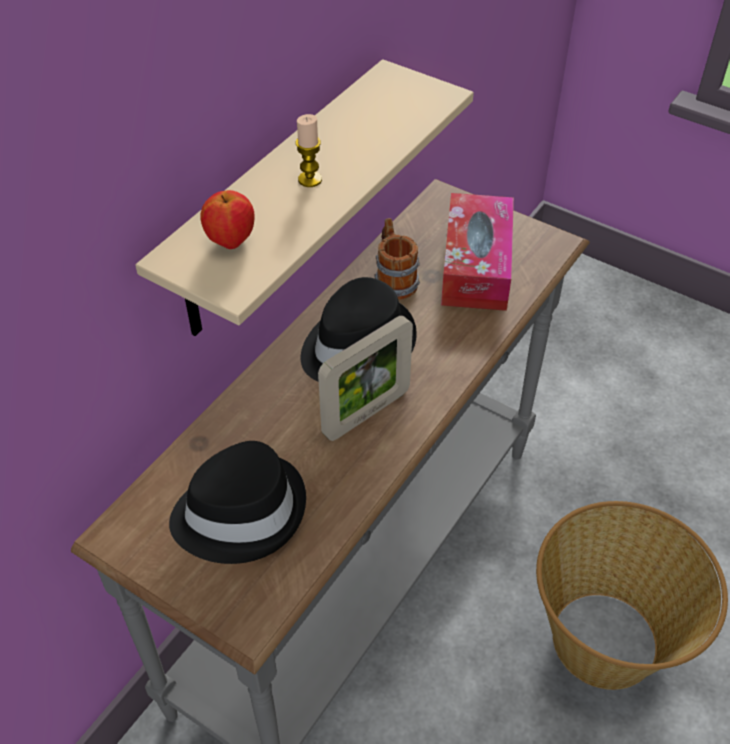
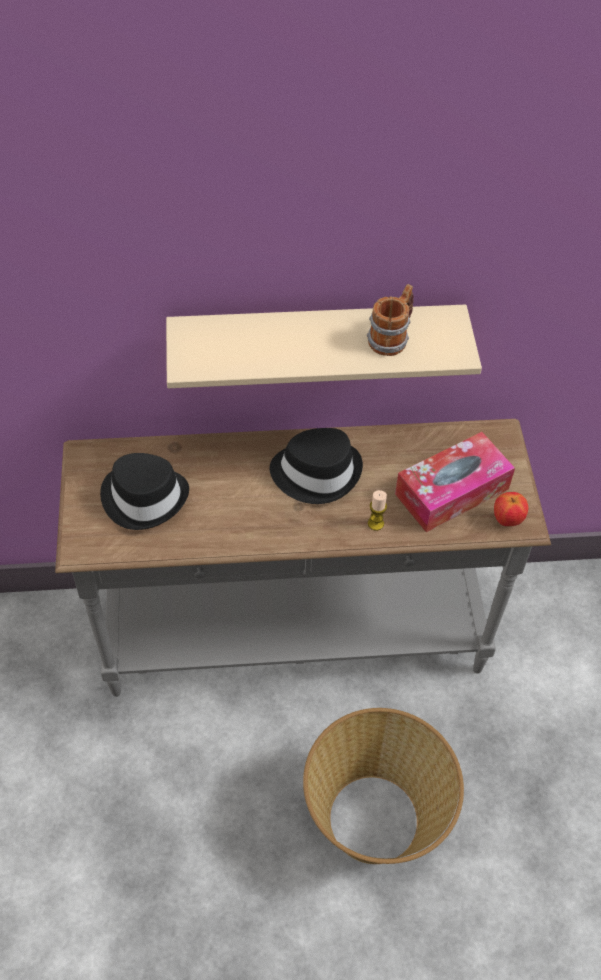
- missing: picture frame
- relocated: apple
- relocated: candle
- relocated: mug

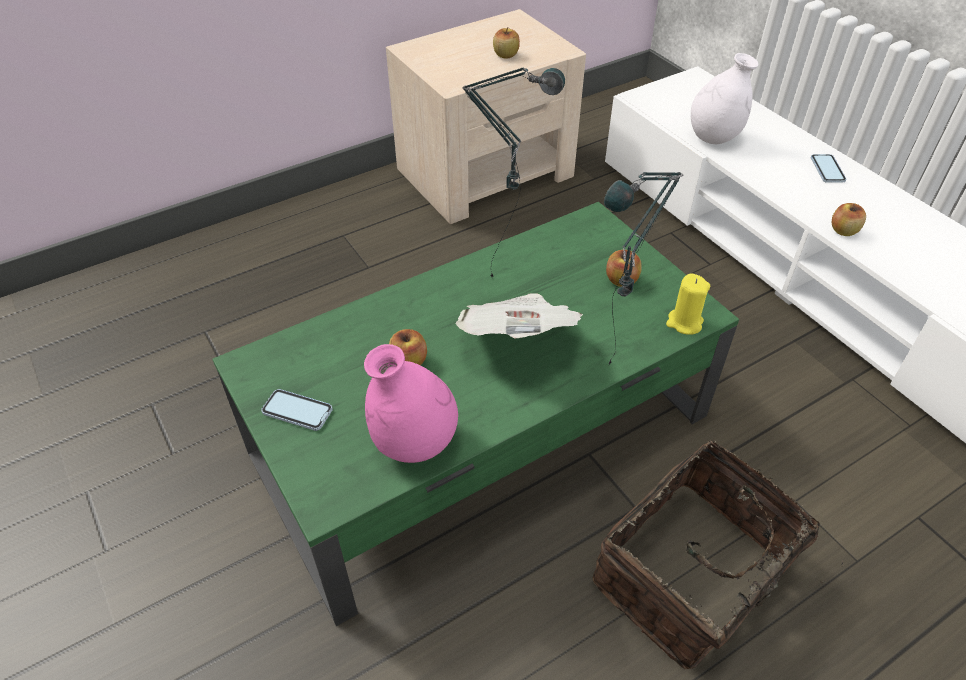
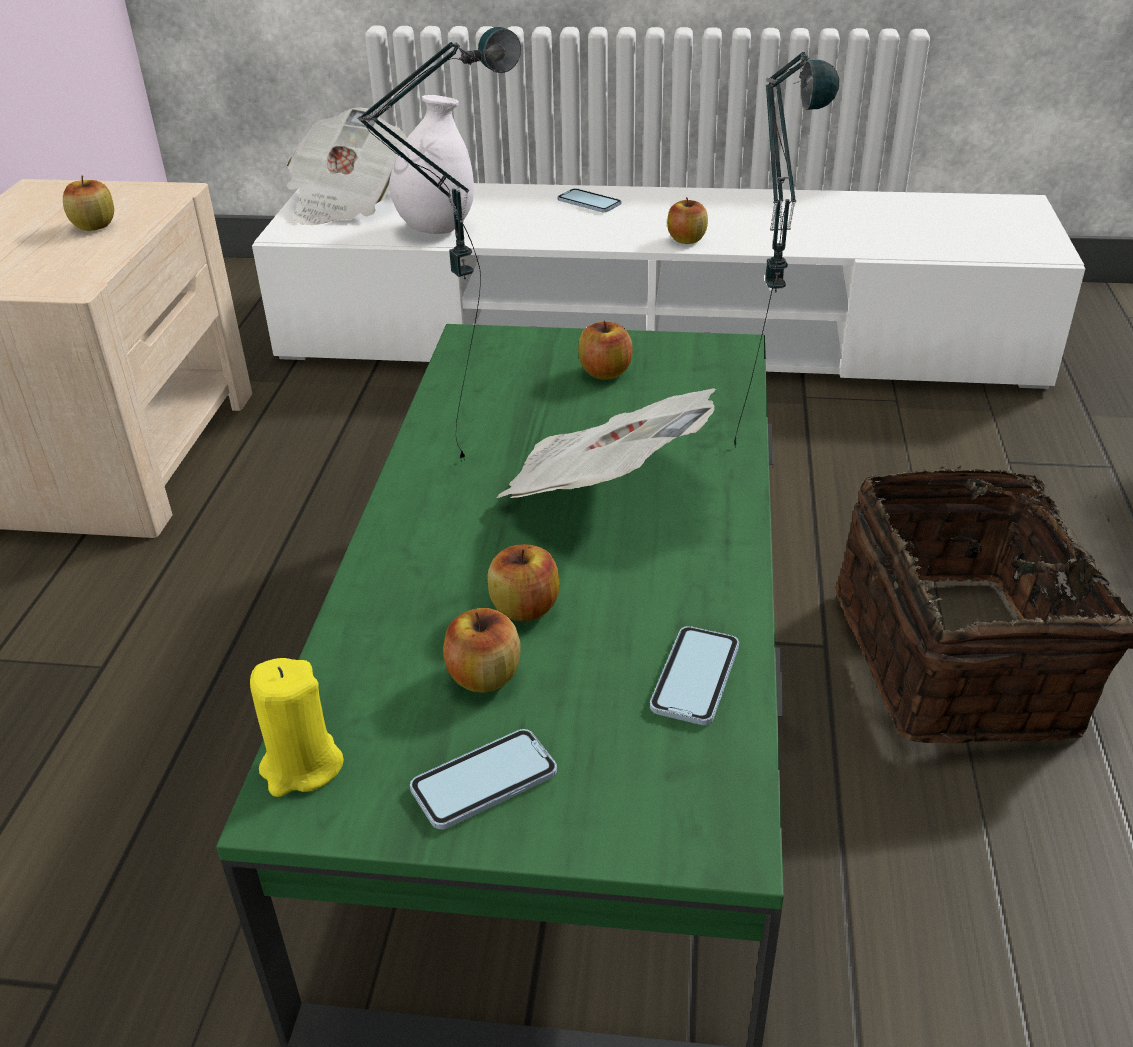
- appeared: newspaper (no. 1 from left)
- appeared: apple (no. 2 from left)
- relocated: candle/yellow
- exchanged: vase/pink to phone (no. 3 from left)

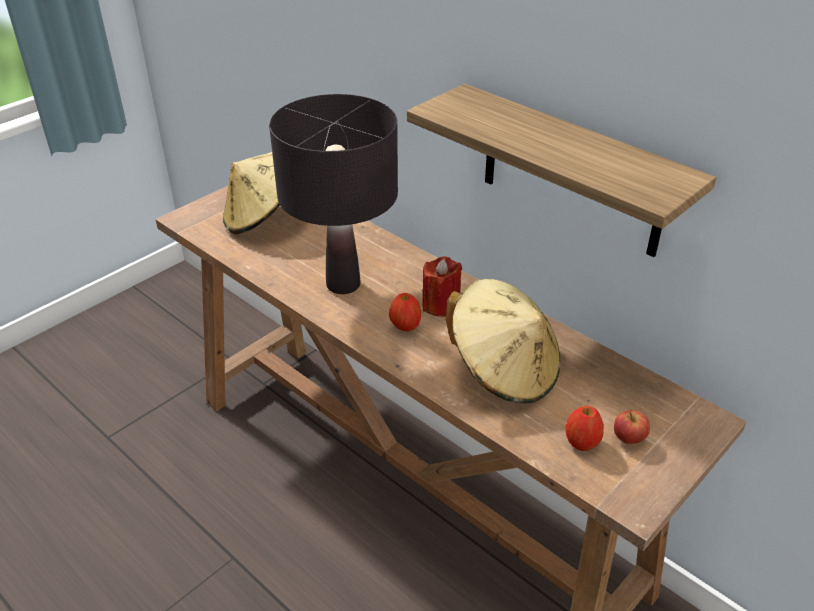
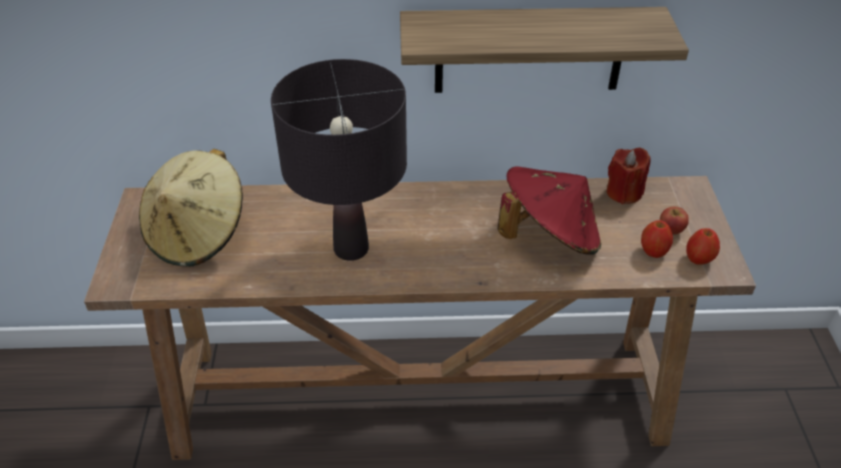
- relocated: apple (no. 1 from left in the first image) to apple (no. 3 from left)
- relocated: candle/red
- colour: hat/beige (no. 2 from left) to hat/red

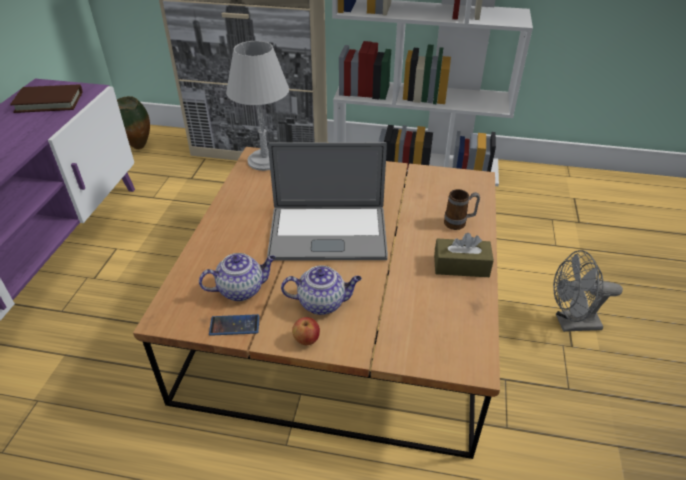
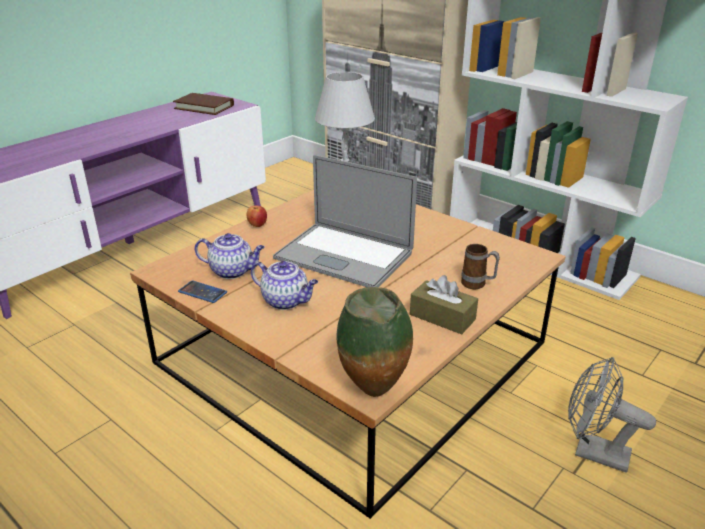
- relocated: vase
- relocated: apple

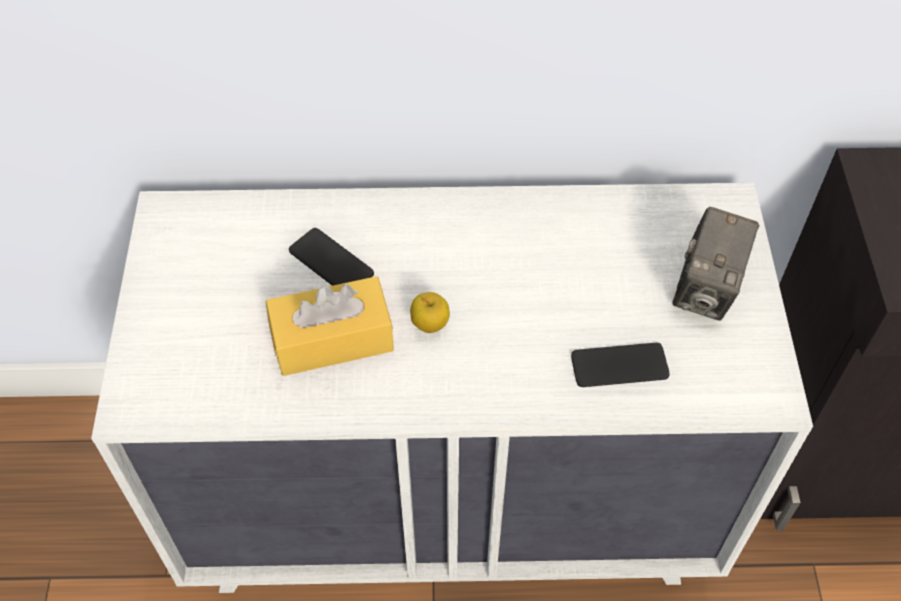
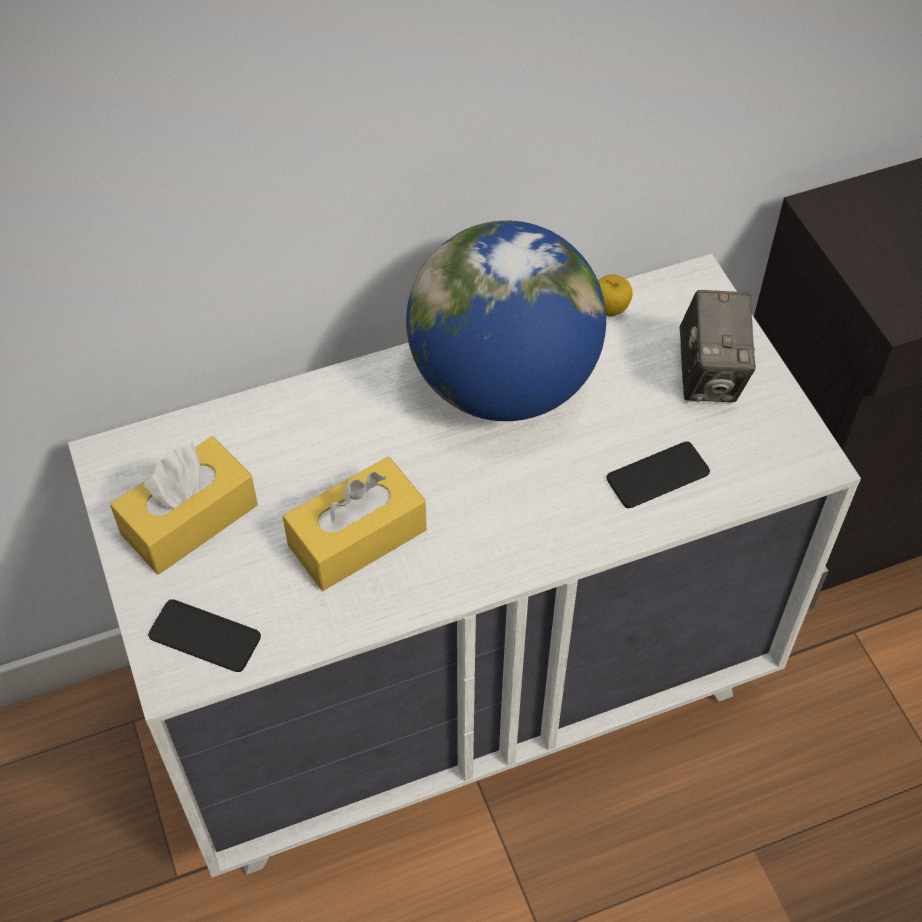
- appeared: tissue box/yellow (no. 1 from left)
- appeared: globe
- relocated: phone (no. 1 from left)
- relocated: apple

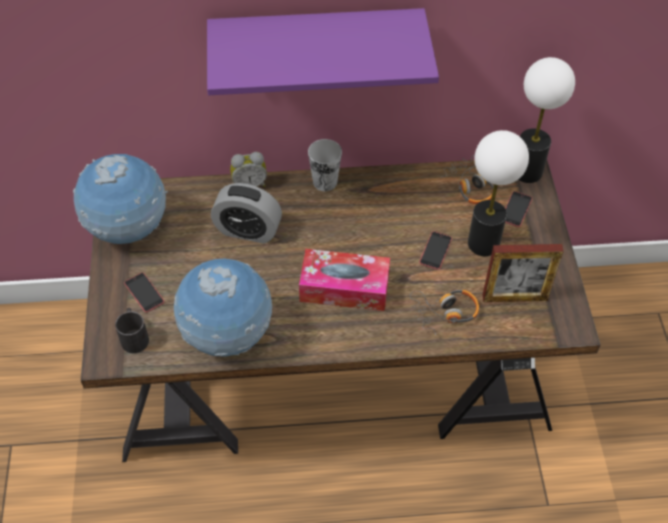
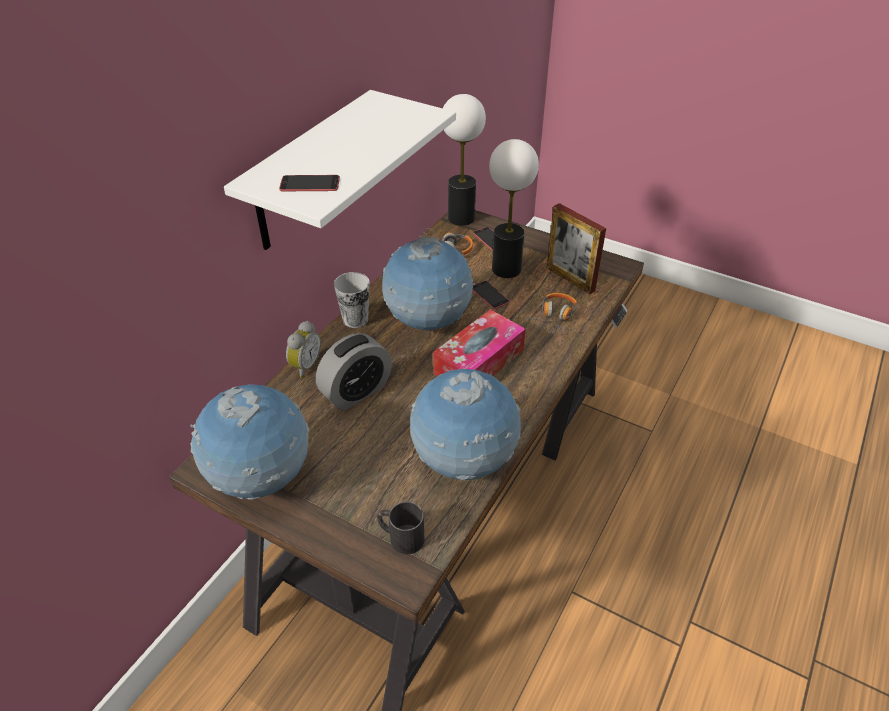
- appeared: globe (no. 2 from left)
- relocated: phone (no. 1 from left)
- colour: shelf/purple to shelf/white
- spun: picture frame 105 degrees clockwise

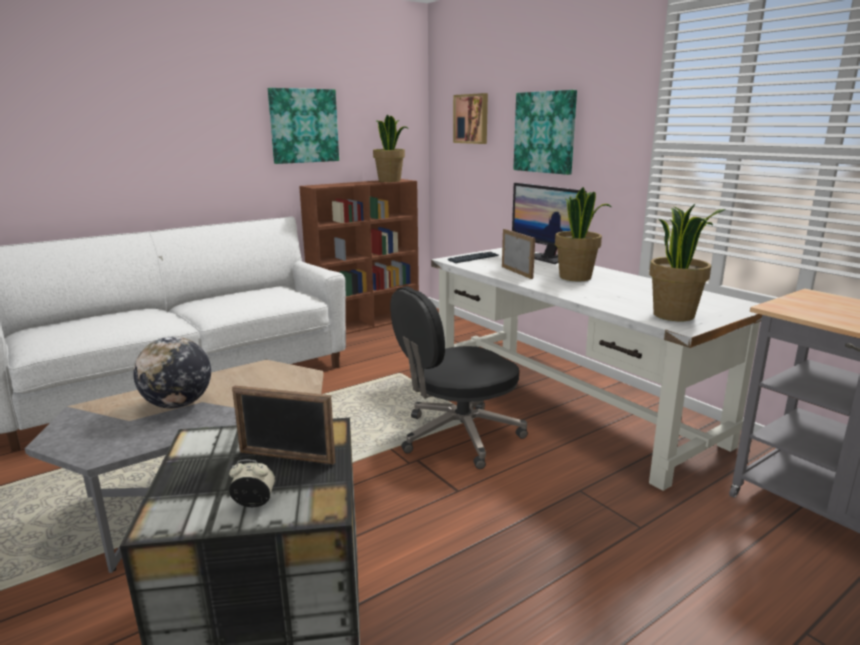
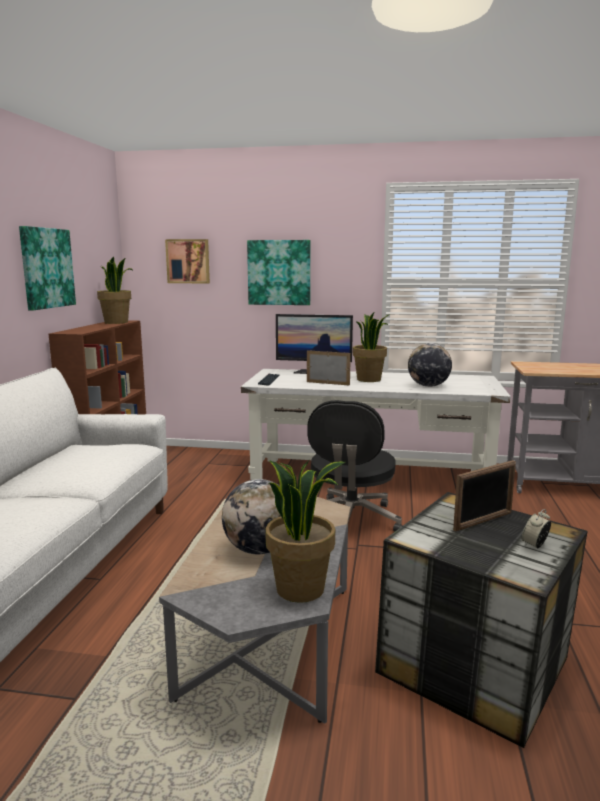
- appeared: globe (no. 2 from left)
- relocated: potted plant (no. 3 from left in the first image) to potted plant (no. 2 from left)

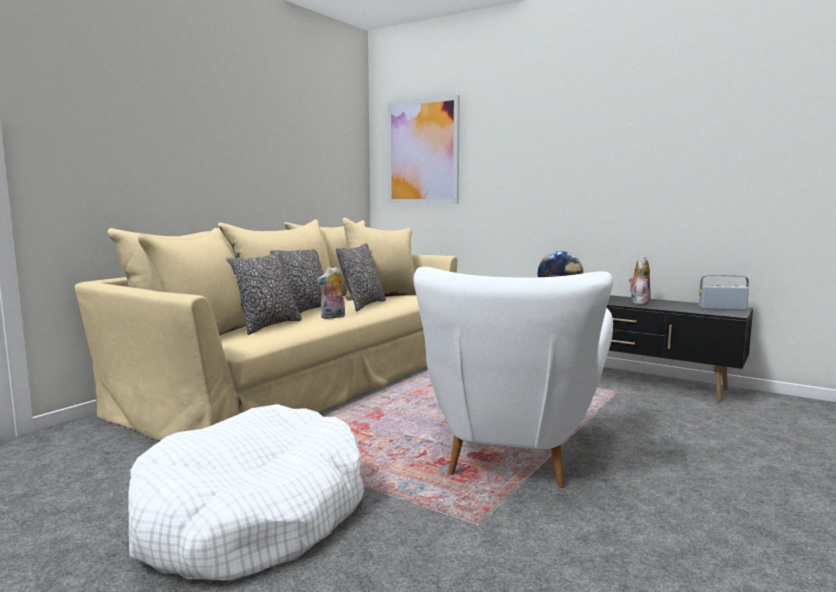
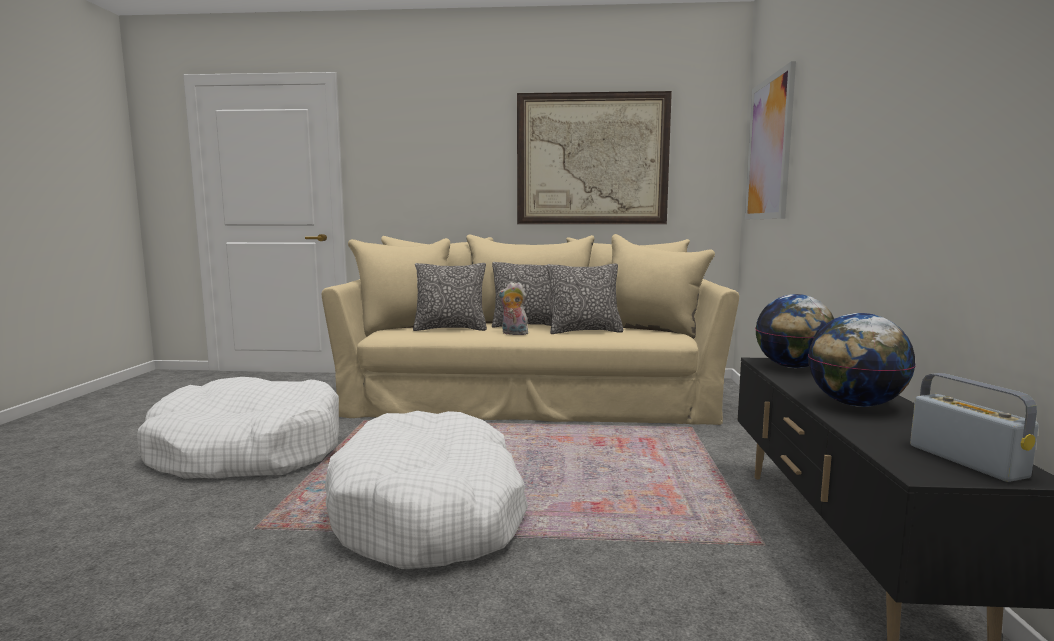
- appeared: picture (no. 1 from left)
- exchanged: armchair/white to dog bed/white (no. 2 from left)
- exchanged: plush toy (no. 2 from left) to globe (no. 2 from left)

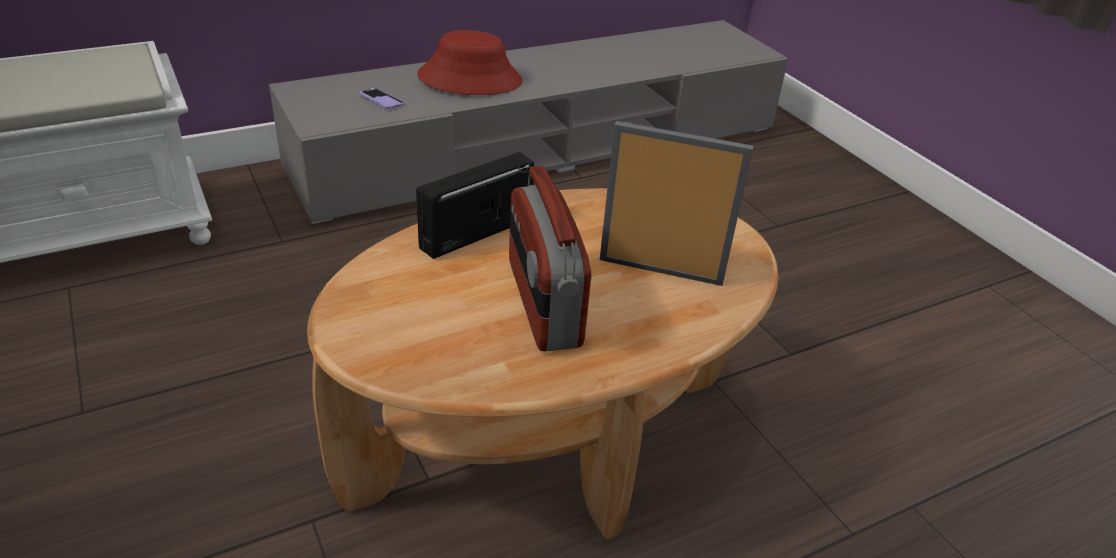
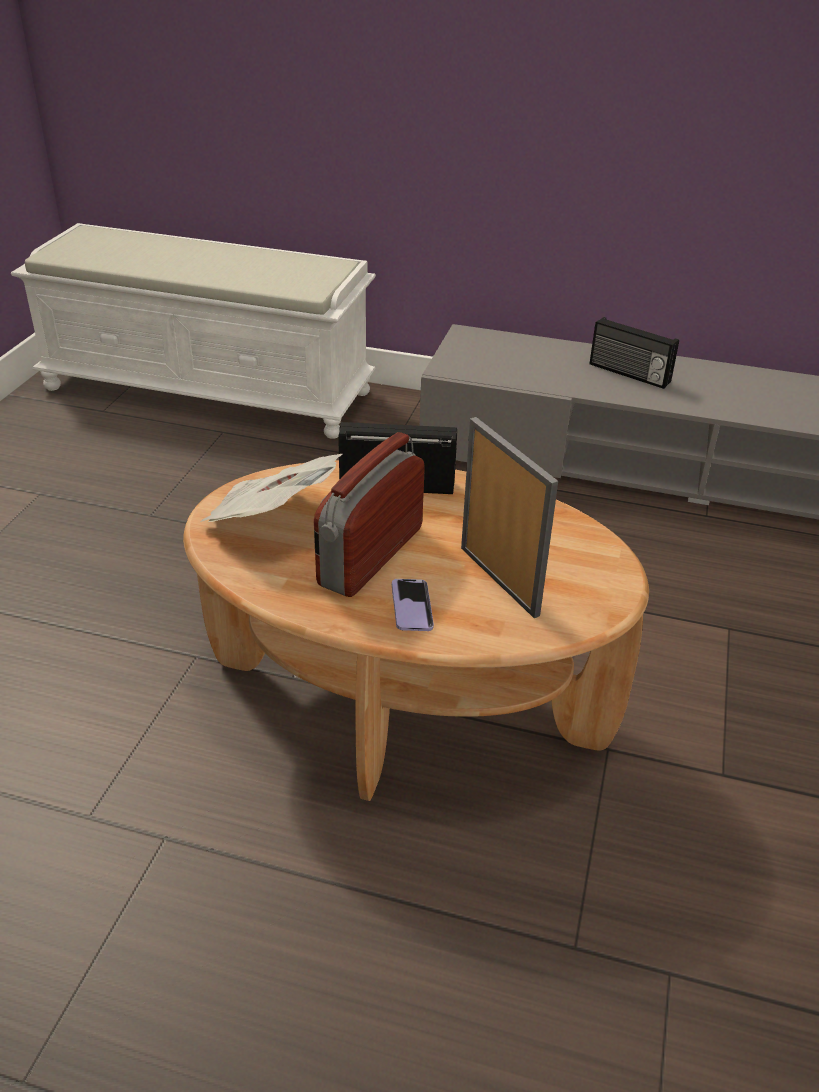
- appeared: newspaper
- relocated: phone
- exchanged: hat/red to radio (no. 3 from left)

